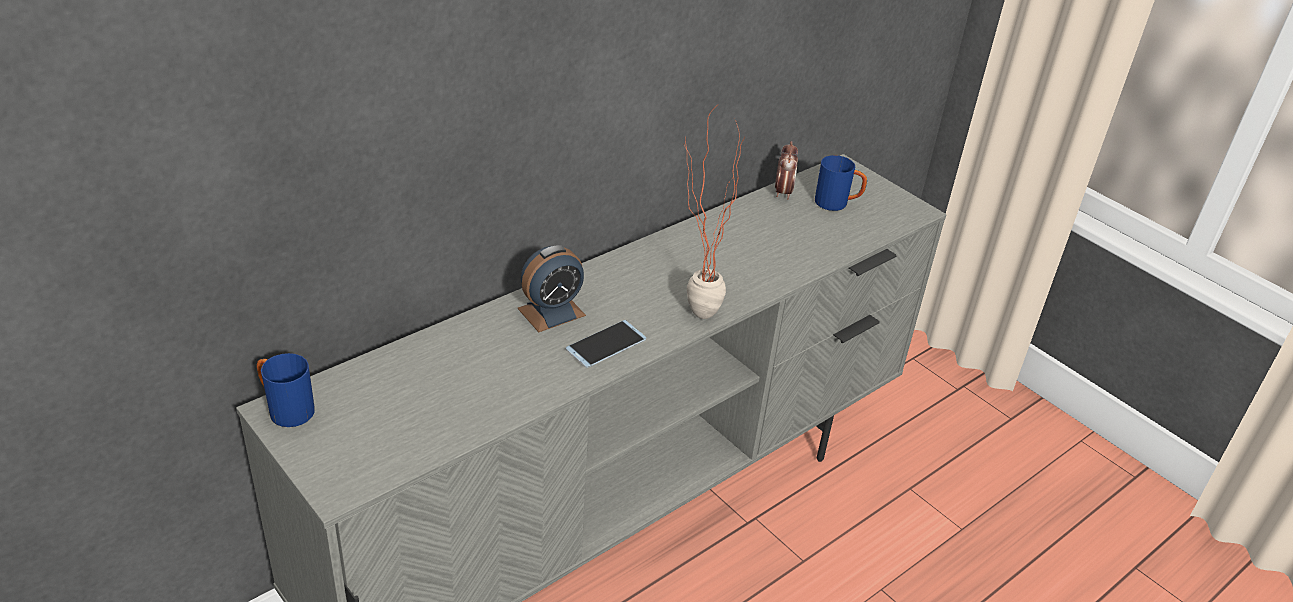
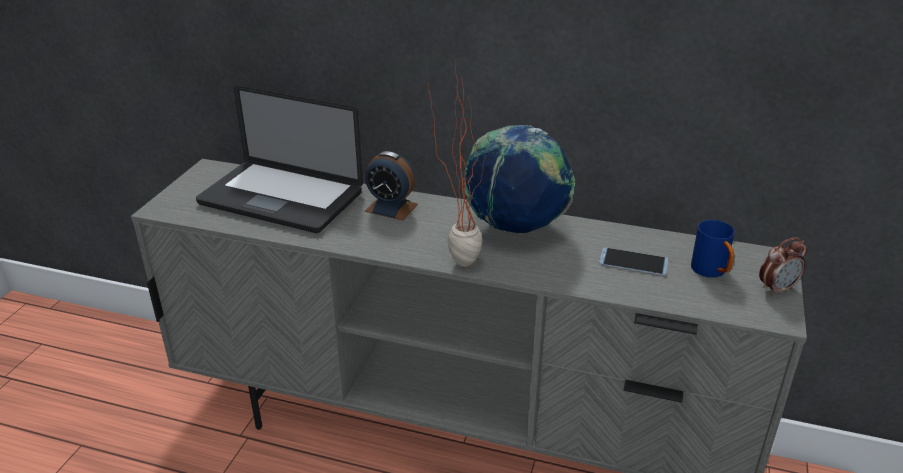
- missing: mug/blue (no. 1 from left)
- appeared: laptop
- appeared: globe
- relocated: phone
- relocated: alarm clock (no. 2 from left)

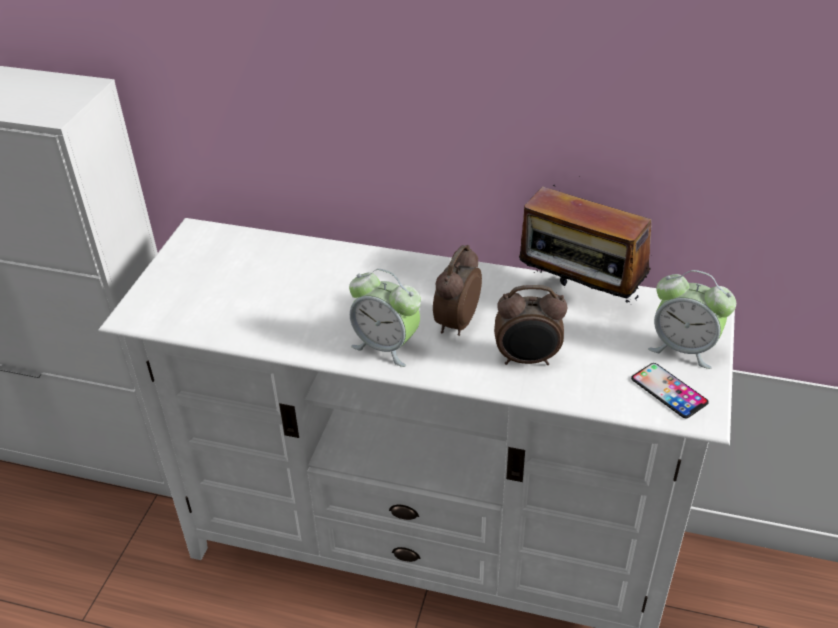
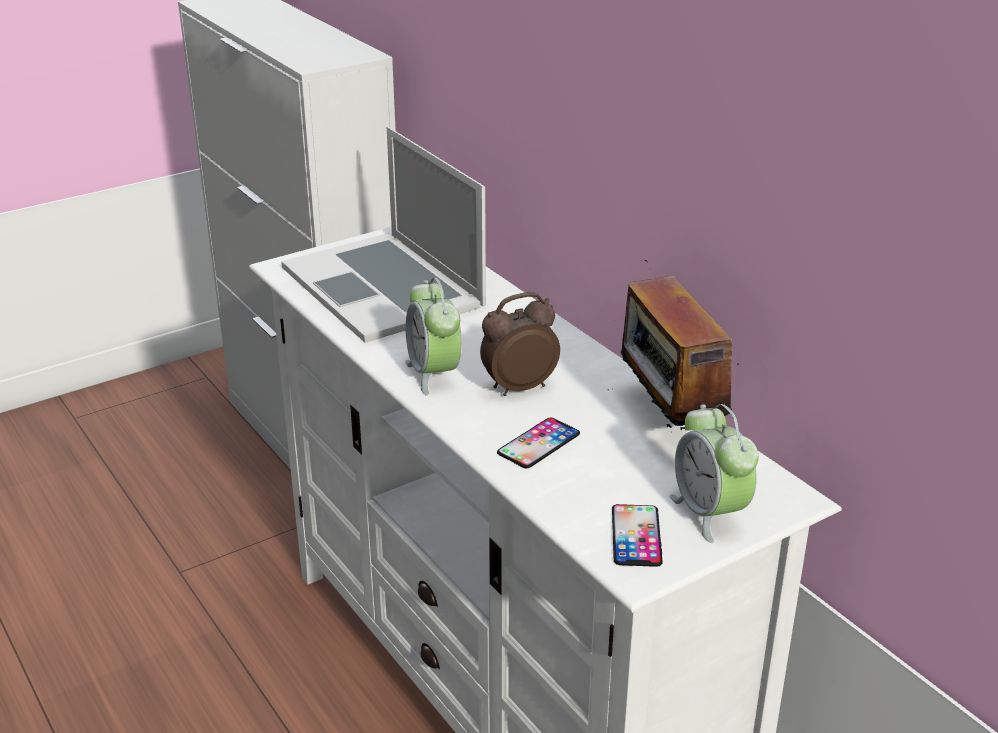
- appeared: laptop
- exchanged: alarm clock (no. 3 from left) to phone (no. 1 from left)

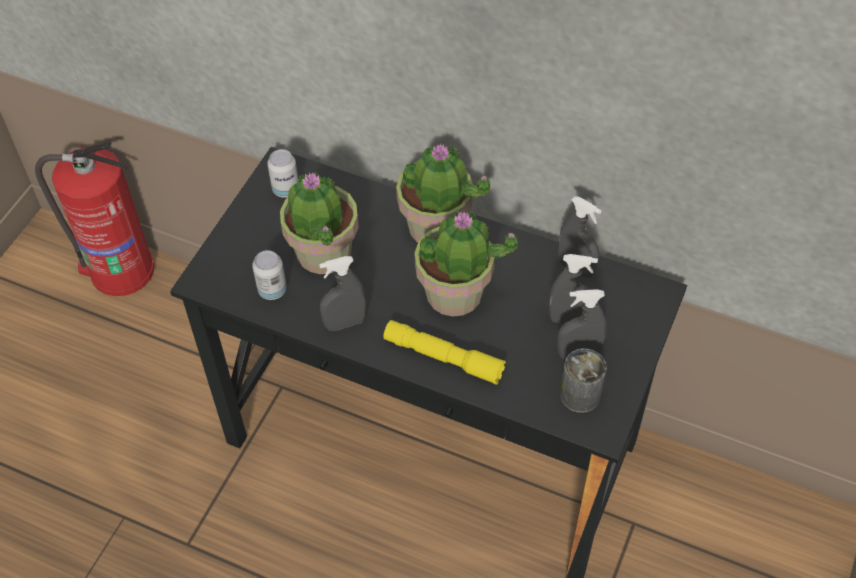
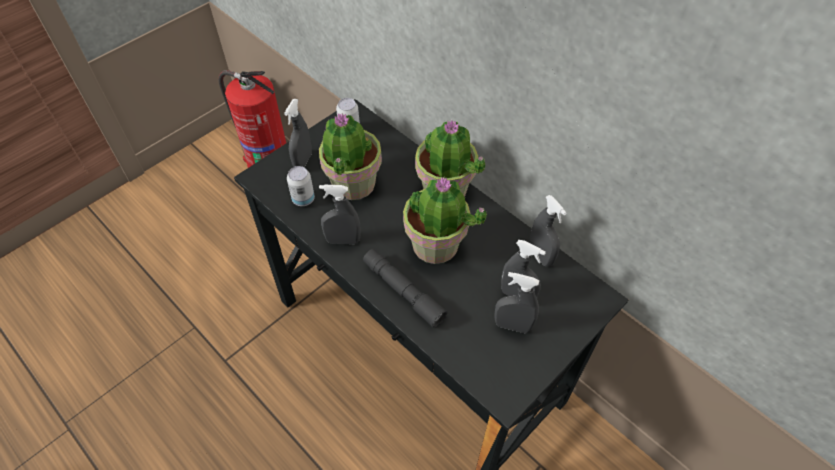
- missing: can (no. 3 from left)
- appeared: spray bottle/grey (no. 1 from left)
- colour: flashlight/yellow to flashlight/grey

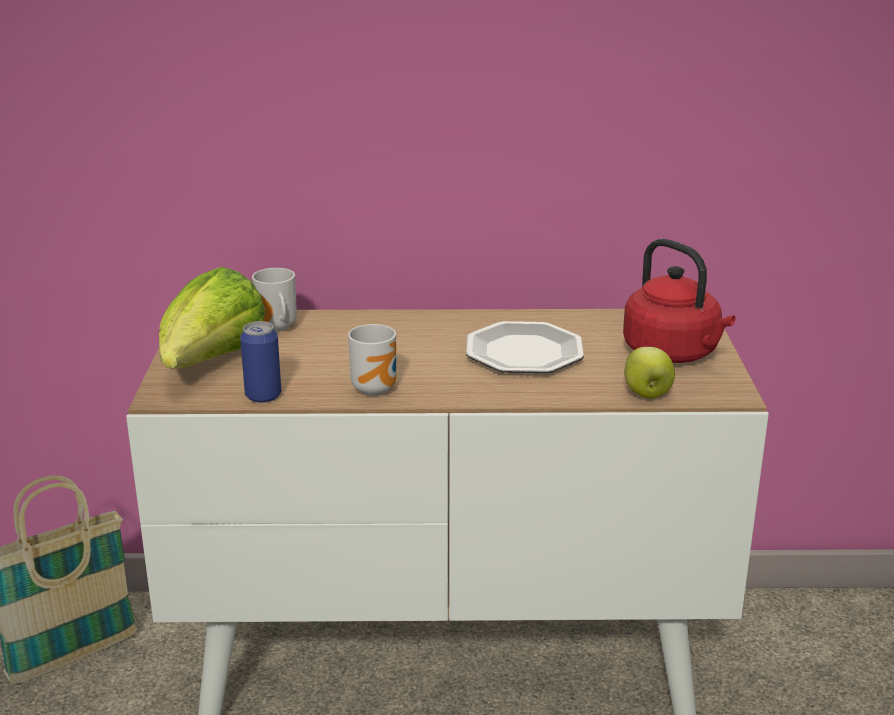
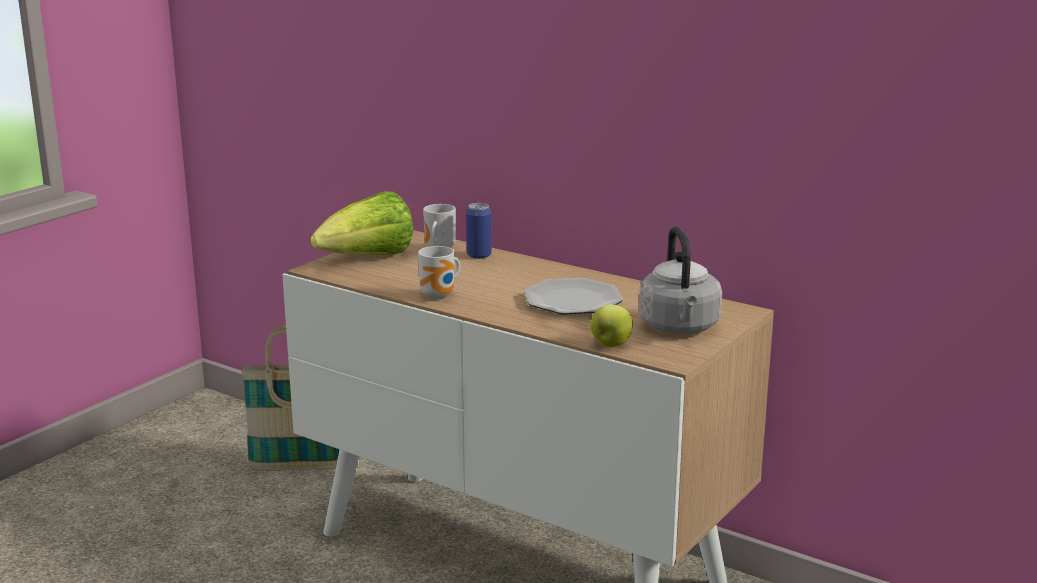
- relocated: can
- colour: kettle/red to kettle/grey

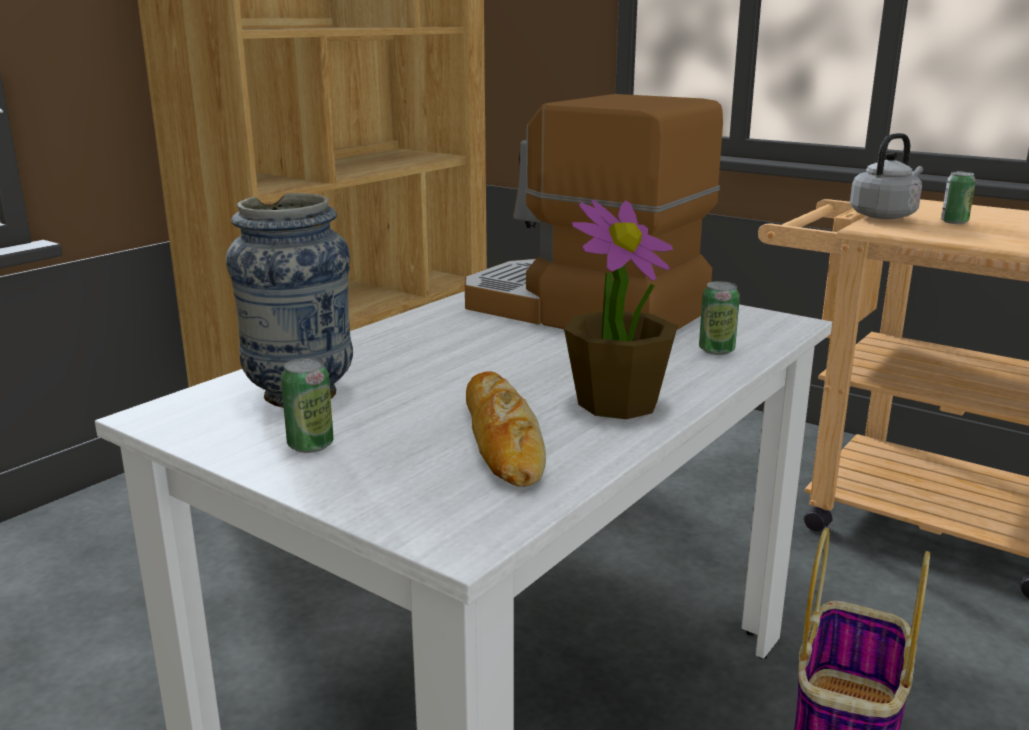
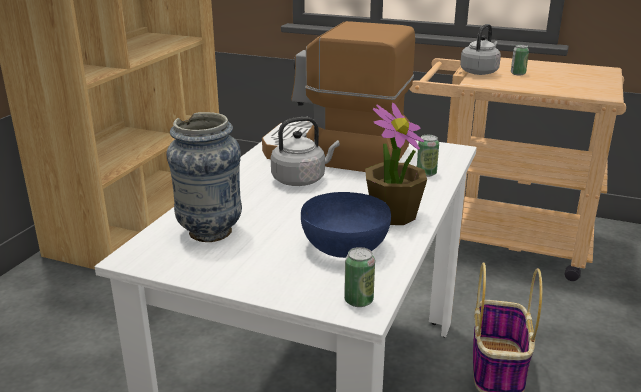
- appeared: kettle/grey (no. 1 from left)
- relocated: can (no. 1 from left)
- exchanged: bread to bowl/blue

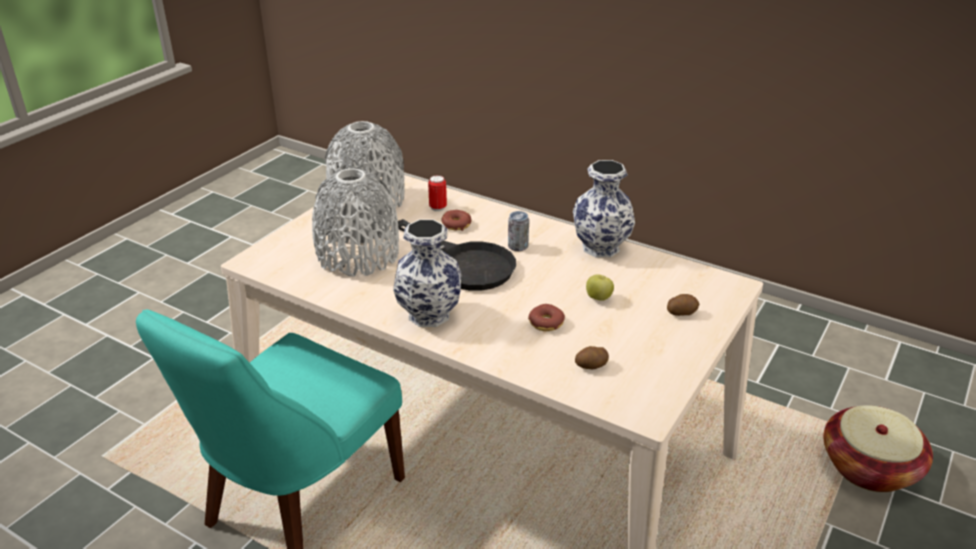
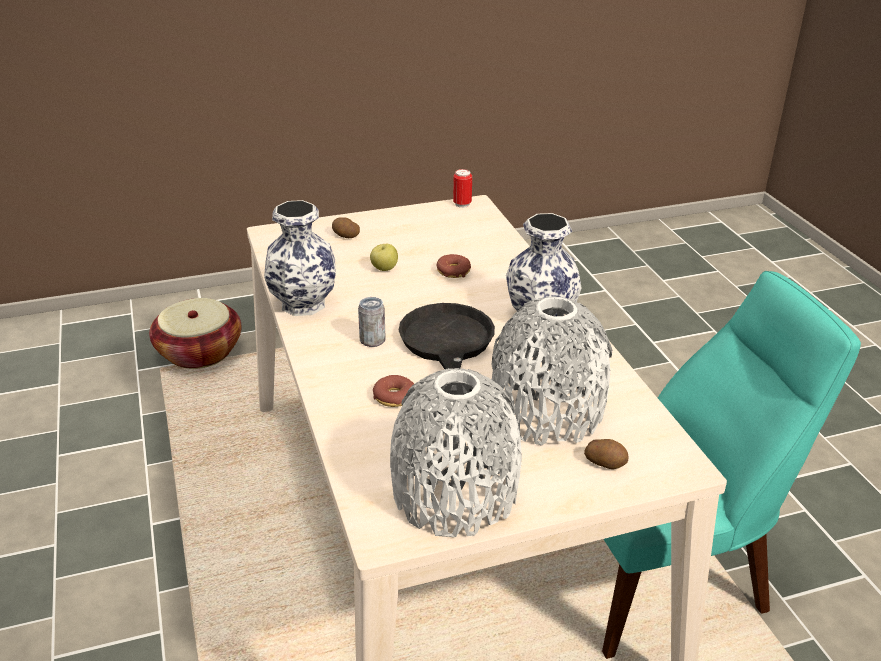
- relocated: can (no. 1 from left in the first image) to can (no. 2 from left)
- relocated: potato (no. 1 from left in the first image) to potato (no. 2 from left)

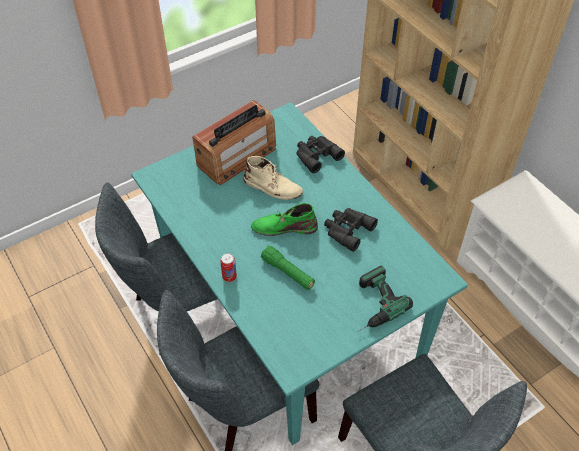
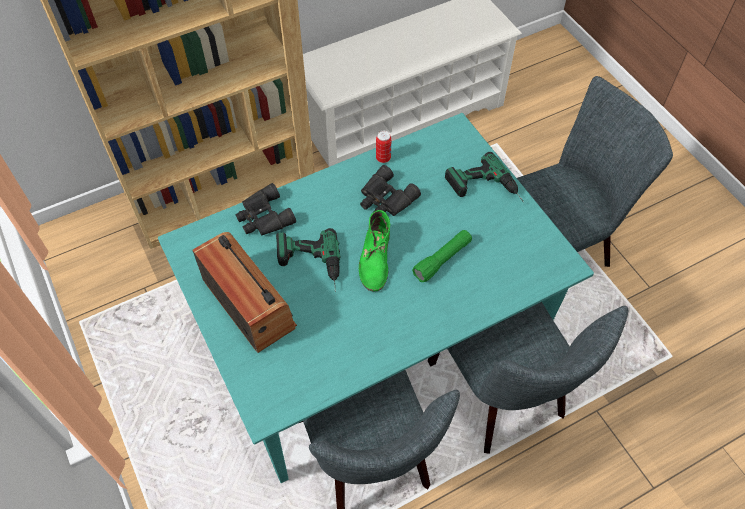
- relocated: can
- exchanged: boot/beige to power drill (no. 1 from left)

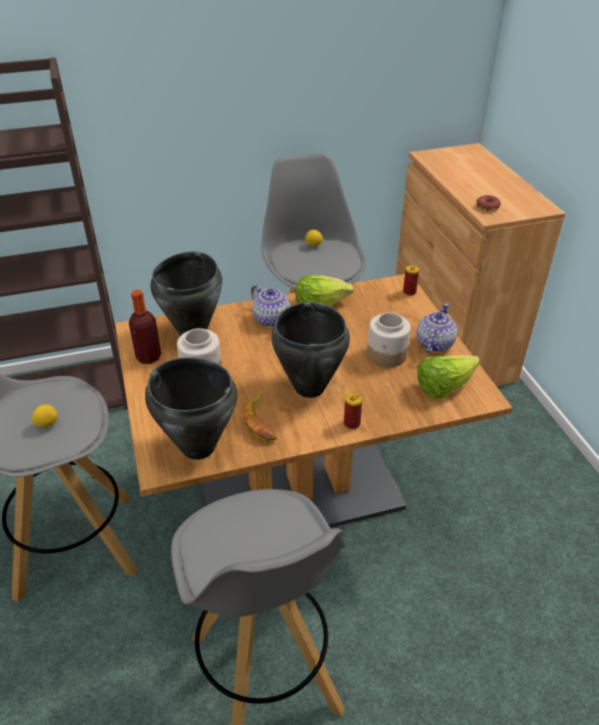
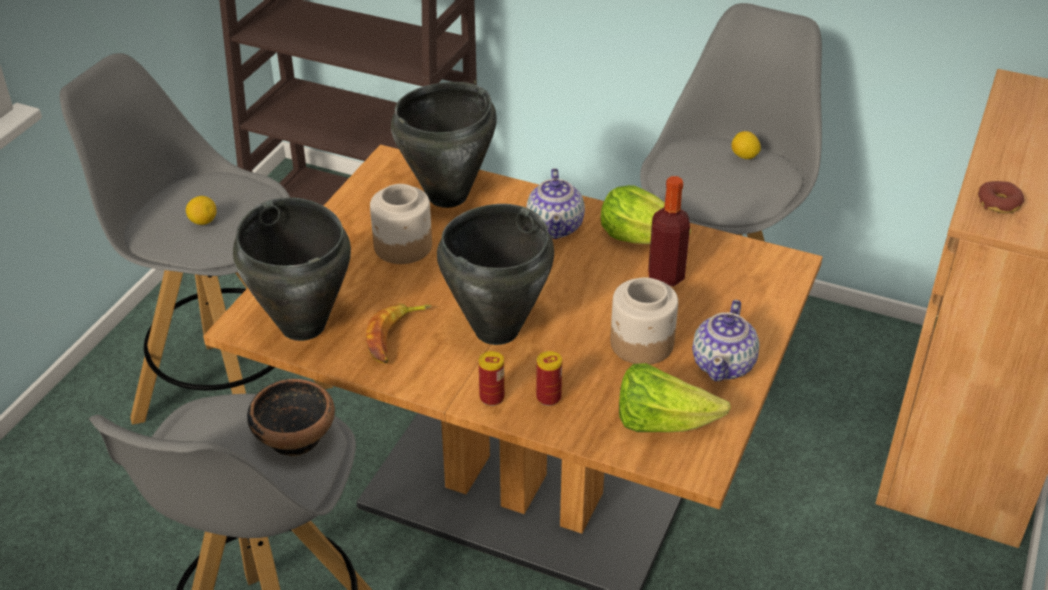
- appeared: bowl
- relocated: bottle
- relocated: can (no. 2 from left)
- spun: teapot (no. 2 from left) 135 degrees clockwise

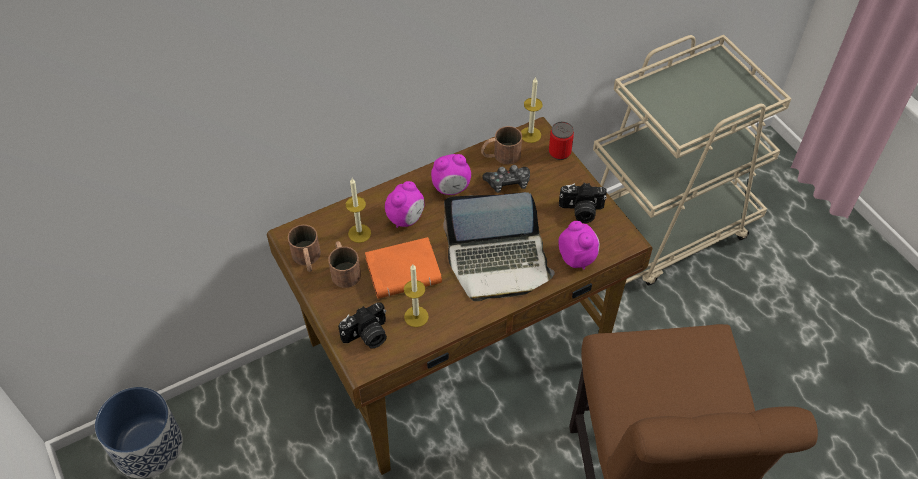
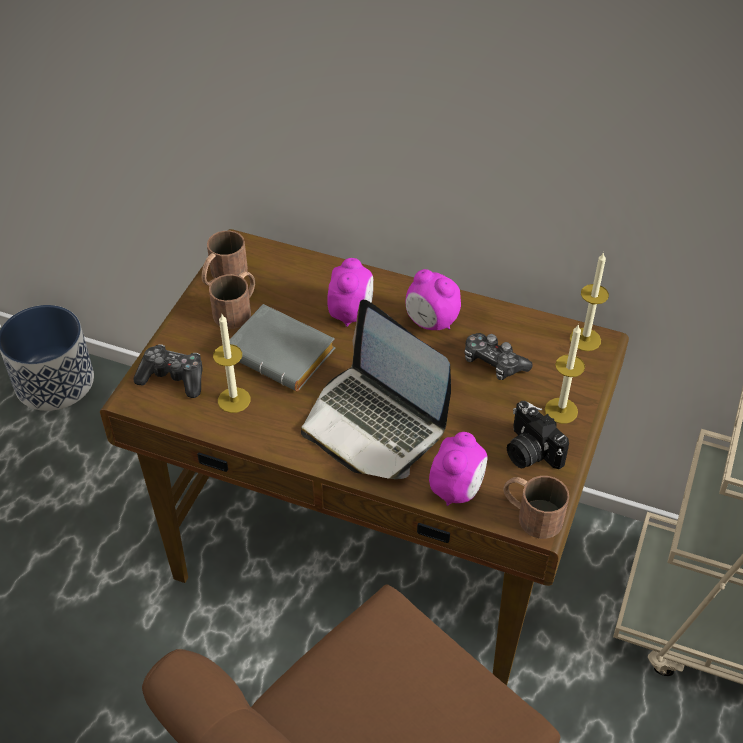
- missing: can
- relocated: candle (no. 1 from left in the first image) to candle (no. 2 from left)
- relocated: mug/brown (no. 3 from left)
- exchanged: photo camera (no. 1 from left) to game controller (no. 1 from left)
- colour: book/orange to book/grey
- spun: alarm clock (no. 1 from left) 75 degrees counterclockwise

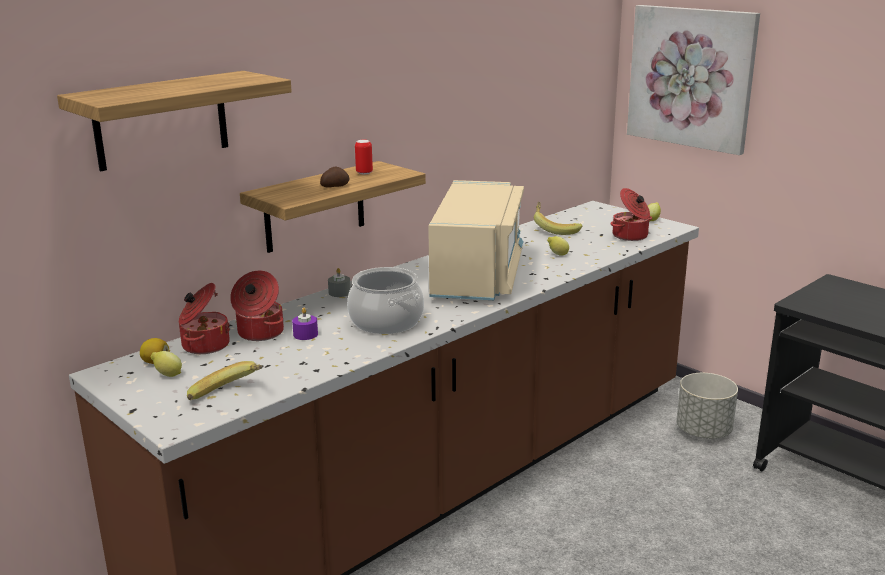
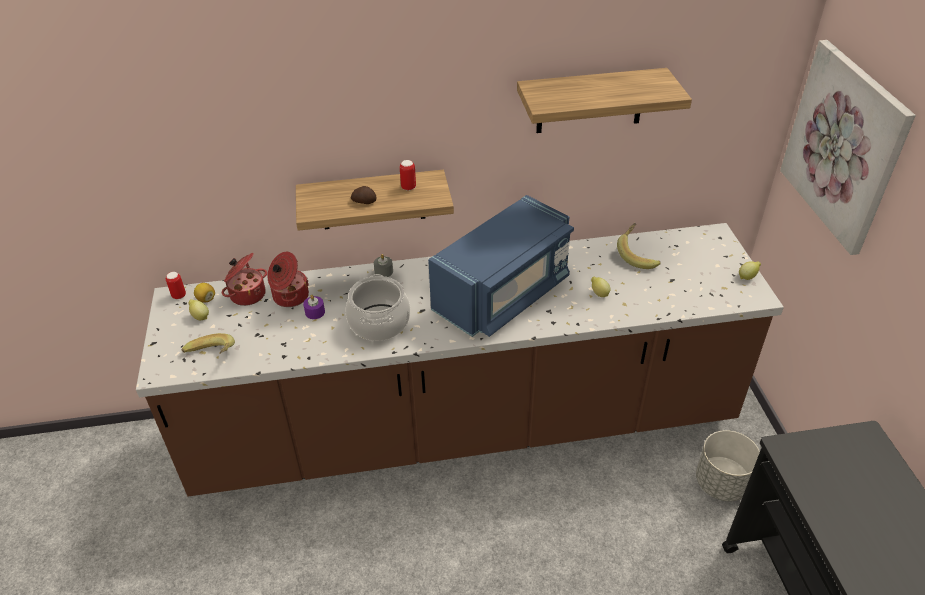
- missing: cooking pot (no. 4 from left)
- appeared: can (no. 1 from left)
- relocated: shelf (no. 1 from left in the first image) to shelf (no. 2 from left)
- colour: microwave/beige to microwave/blue

